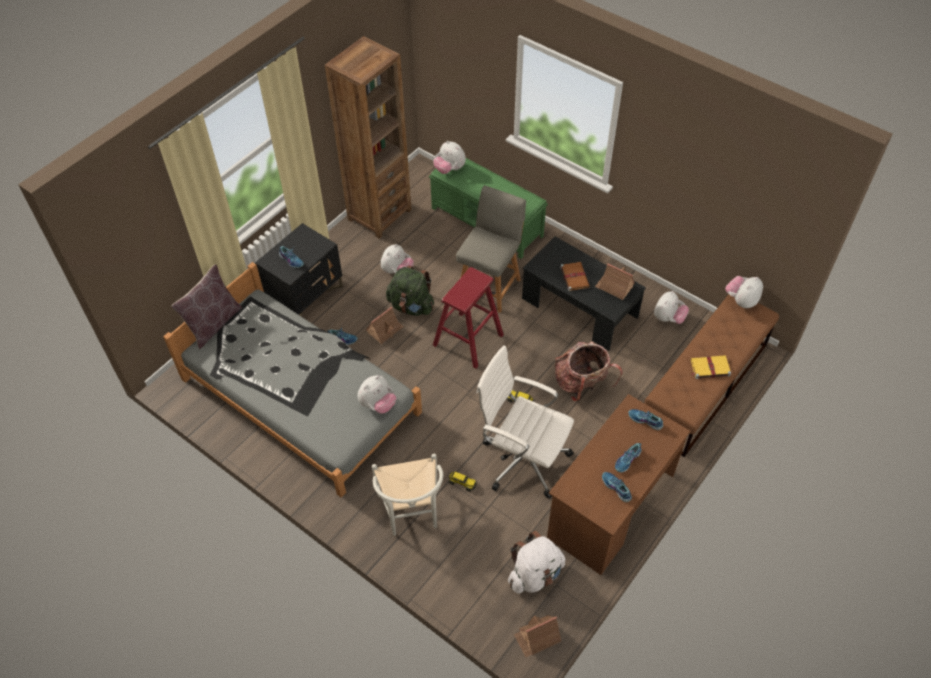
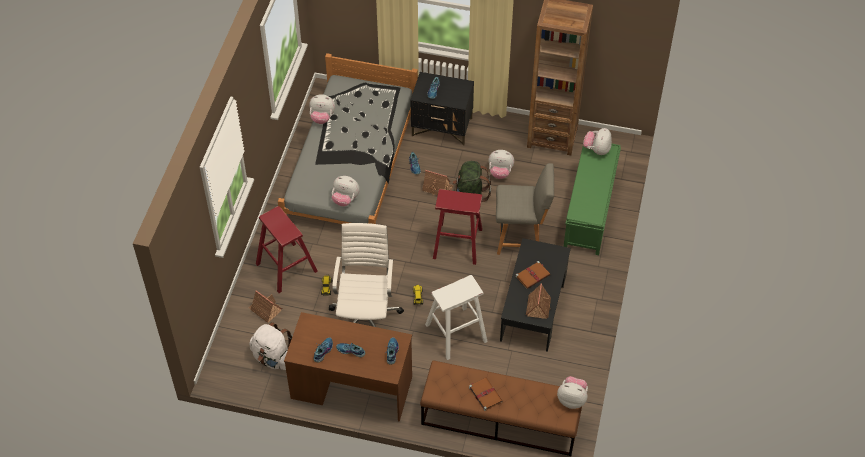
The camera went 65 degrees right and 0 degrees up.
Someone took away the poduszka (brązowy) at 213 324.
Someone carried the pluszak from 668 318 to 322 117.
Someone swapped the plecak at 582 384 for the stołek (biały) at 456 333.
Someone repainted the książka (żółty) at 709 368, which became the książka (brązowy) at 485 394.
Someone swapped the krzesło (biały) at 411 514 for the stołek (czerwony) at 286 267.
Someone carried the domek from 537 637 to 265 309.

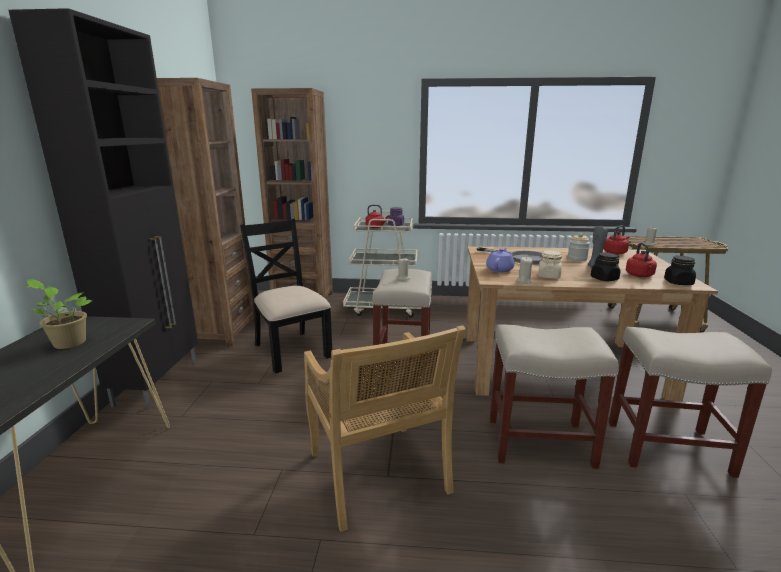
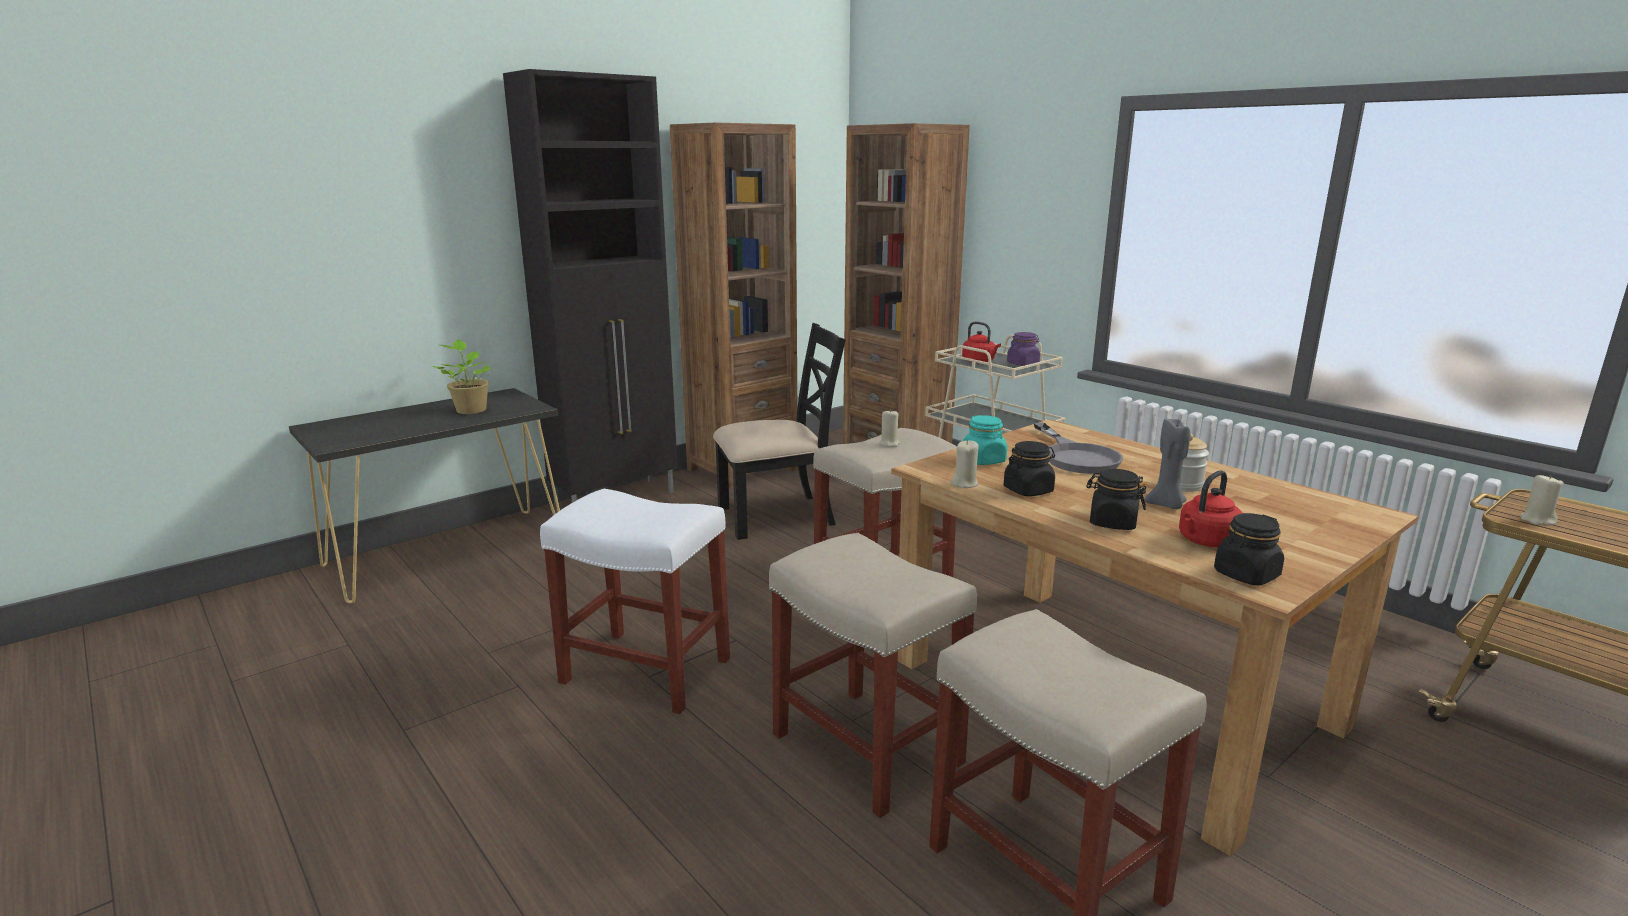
The camera went 45 degrees right and 0 degrees up.
Someone rotated the krzesło (czarny) at 291 350 by 60 degrees clockwise.
Someone took away the czajnik (czerwony) at 615 252.
Someone swapped the imbryk (fioletowy) at 500 269 for the słoik (turkusowy) at 983 460.
Someone repainted the słoik (beżowy) at 548 276, which became the słoik (czarny) at 1028 490.
Someone swapped the krzesło (beżowy) at 379 474 for the stołek (biały) at 643 670.

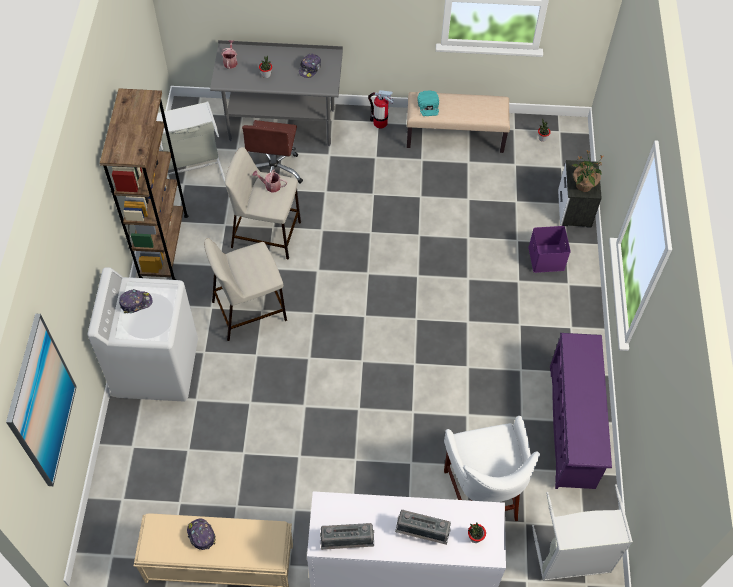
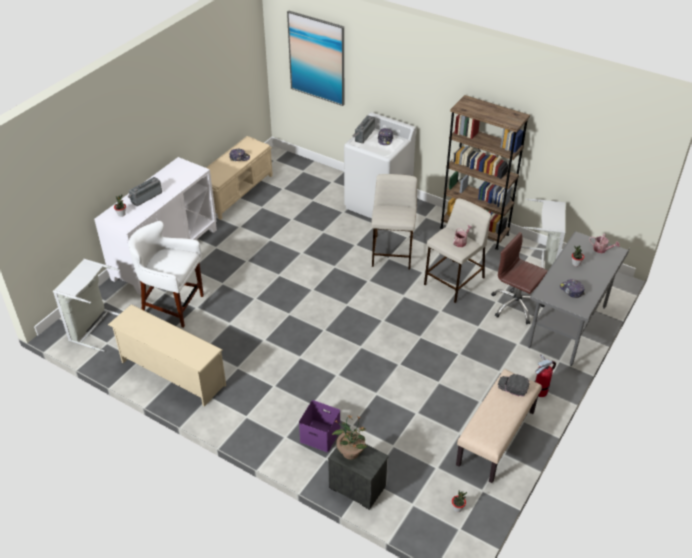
The camera went 120 degrees right and 15 degrees down.
Someone repainted the czapka z daszkiem (turkusowy) at 428 105, which became the czapka z daszkiem (czarny) at 513 386.
Someone repainted the regał na buty (fioletowy) at 573 427, which became the regał na buty (beżowy) at 171 374.
Someone carried the radio from 347 542 to 363 135.

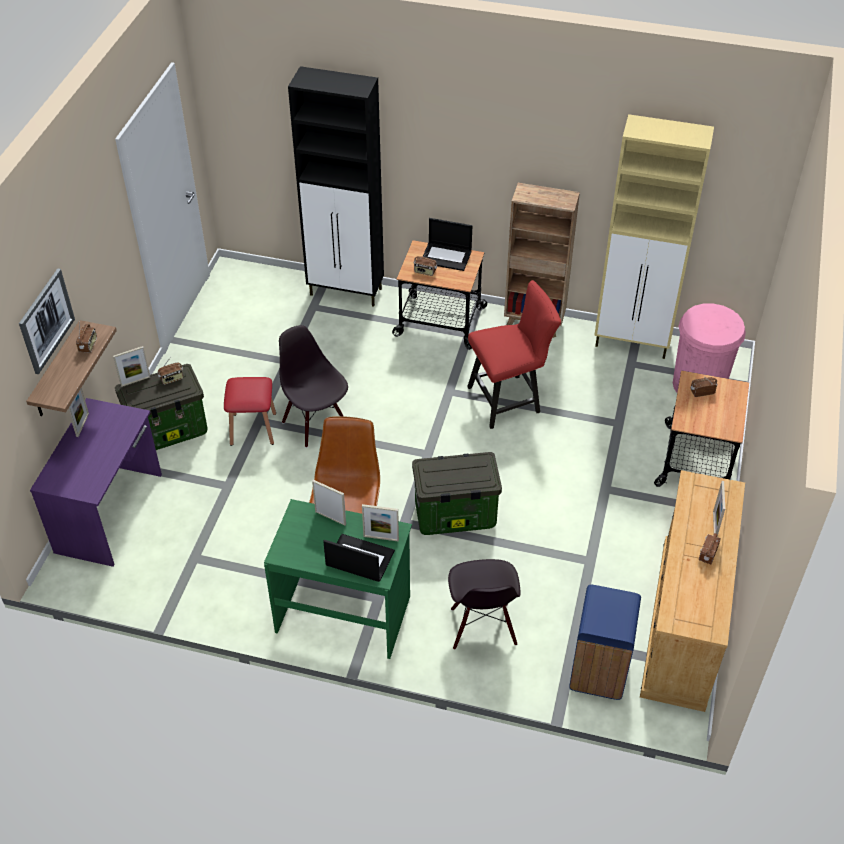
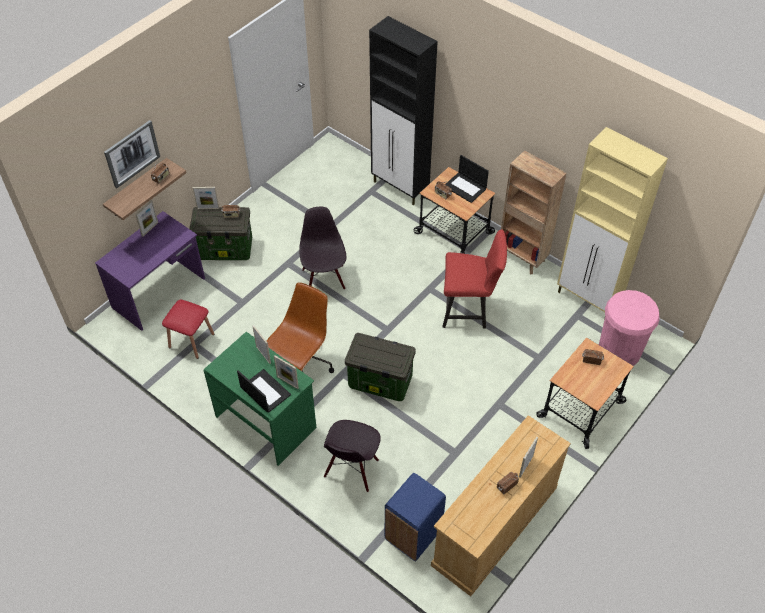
The camera went 25 degrees right and 5 degrees up.
Someone carried the stołek (czerwony) from 253 429 to 191 340.

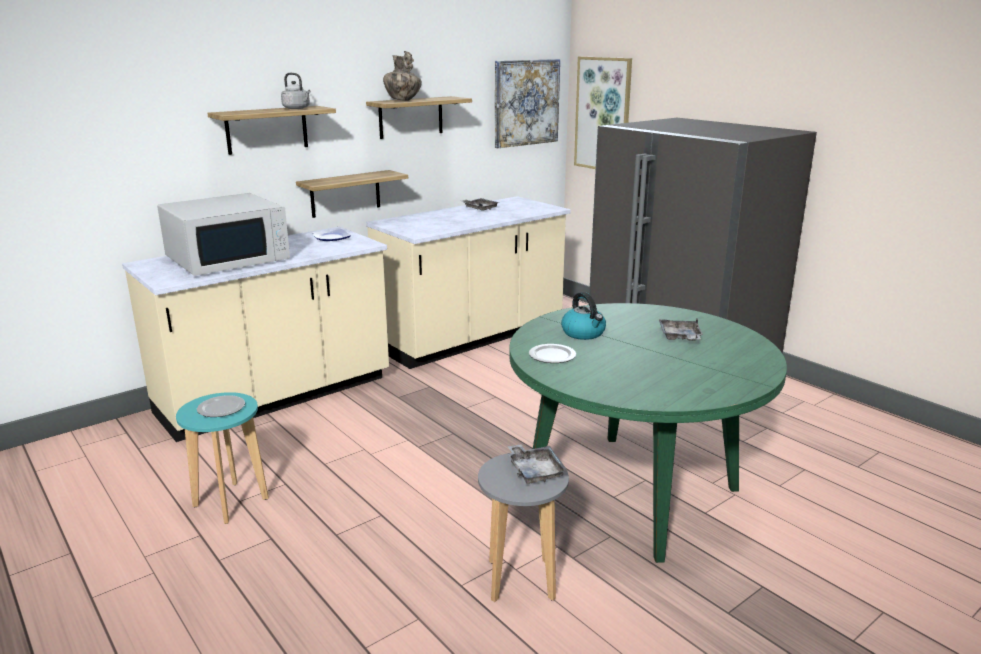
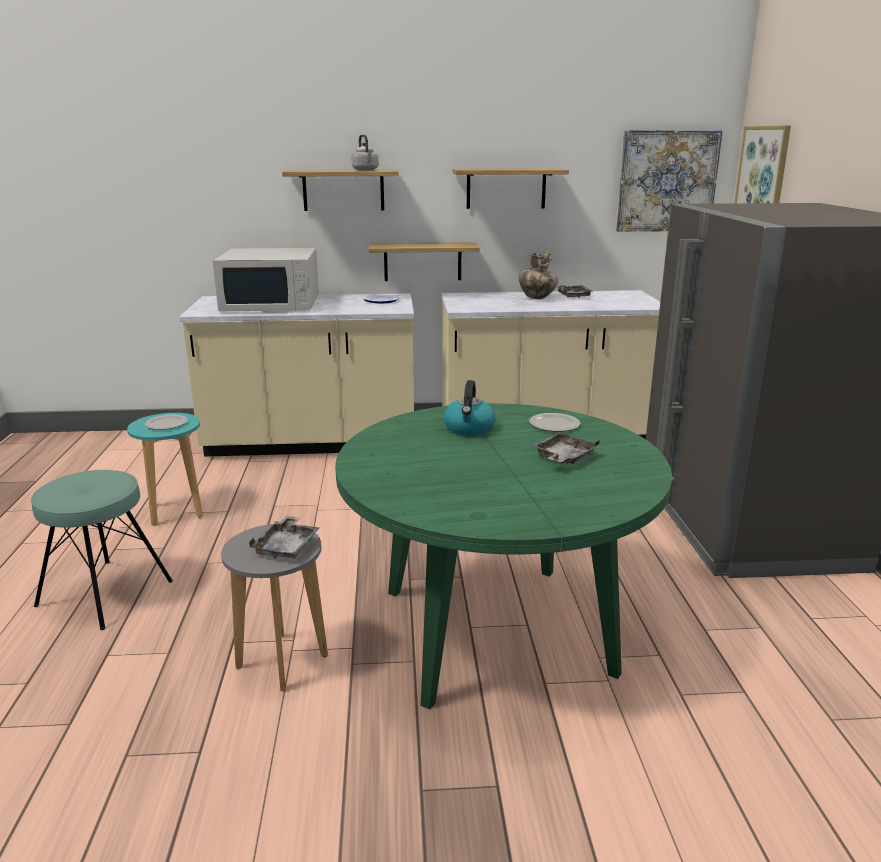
The camera went 35 degrees right and 0 degrees up.
Someone carried the wazon from 402 100 to 536 298.
Someone carried the talerz from 553 356 to 554 425.
Someone put down the stołek (turkusowy) at 105 593.

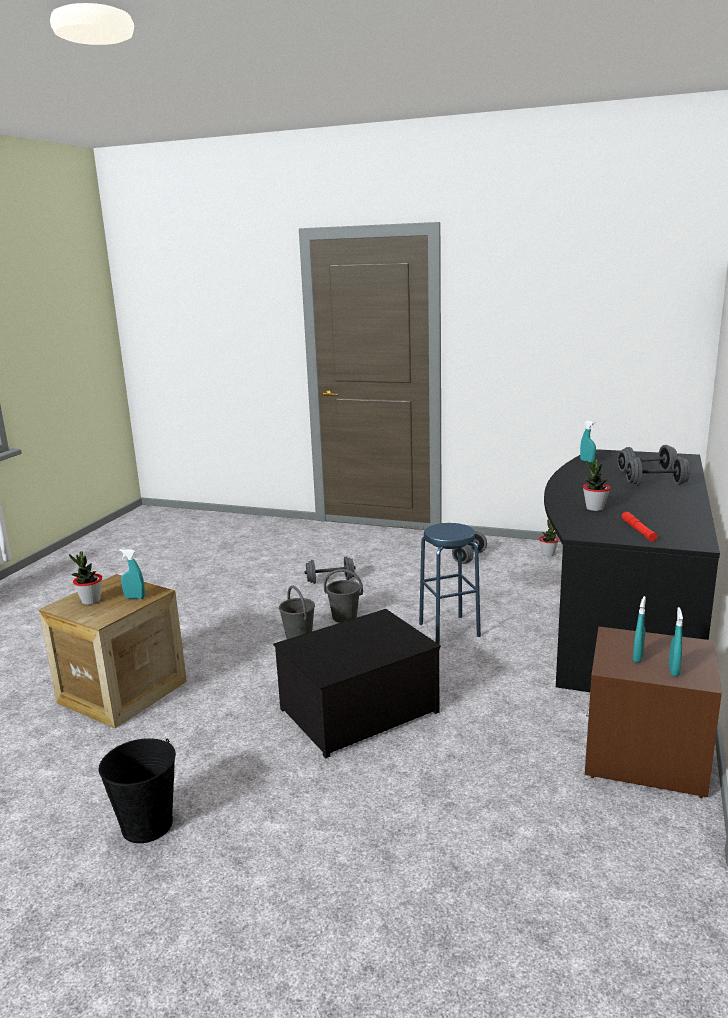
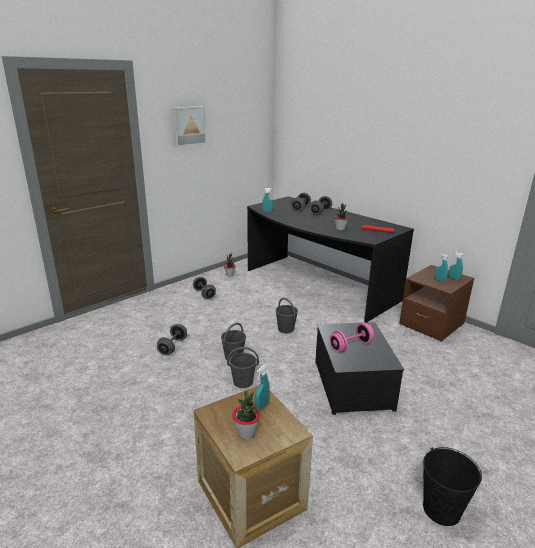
The camera went 65 degrees left and 5 degrees up.
Someone swapped the stołek (niebieski) at 449 630 for the wiadro (szary) at 285 329.
Someone put up the obraz at 188 126.
Someone put down the hantel (różowy) at 351 346.

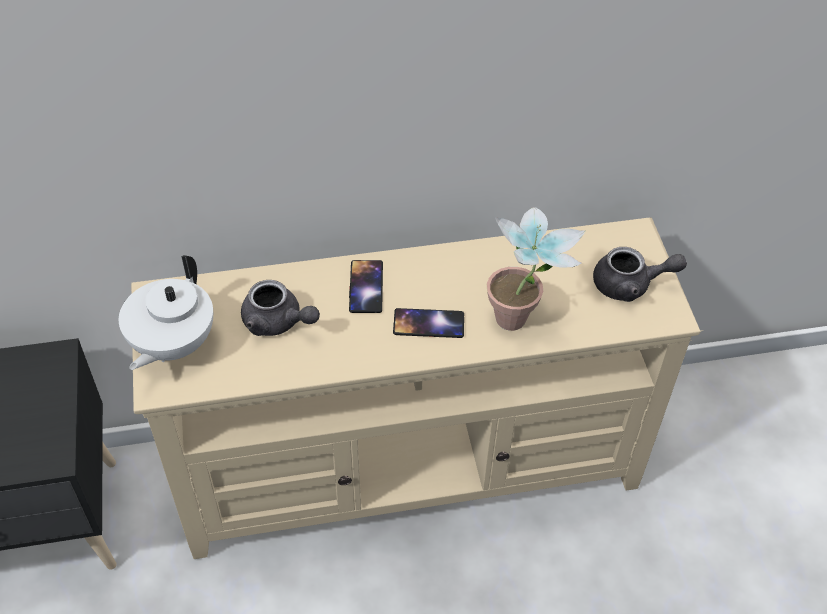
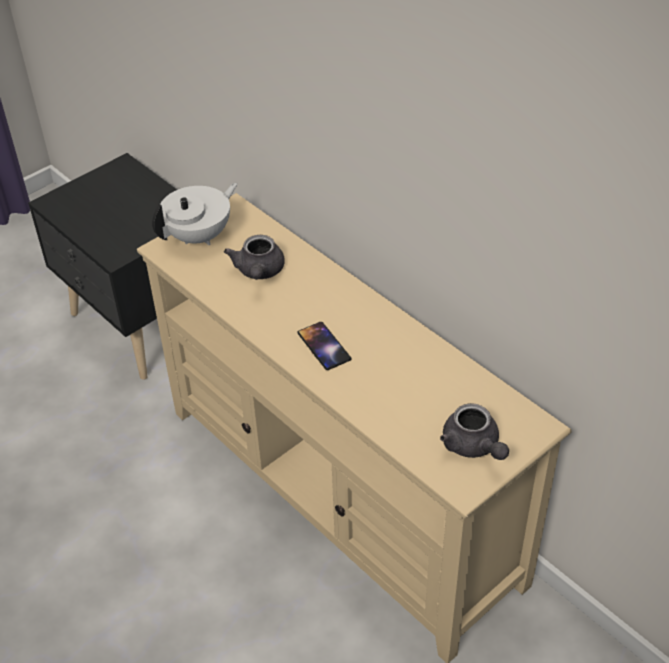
The camera went 60 degrees right and 5 degrees down.
Someone took away the roślina doniczkowa at 522 322.
Someone rotated the imbryk (biały) at 172 344 by 150 degrees clockwise.
Someone took away the telefon at 366 287.

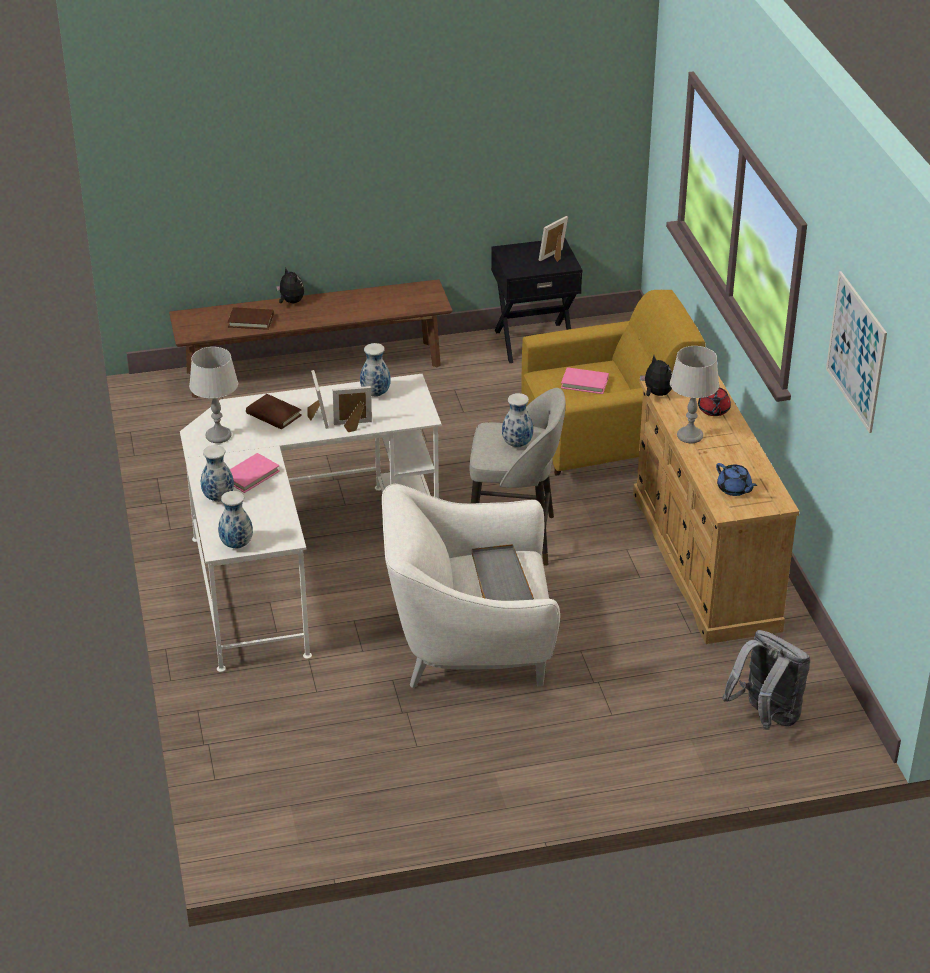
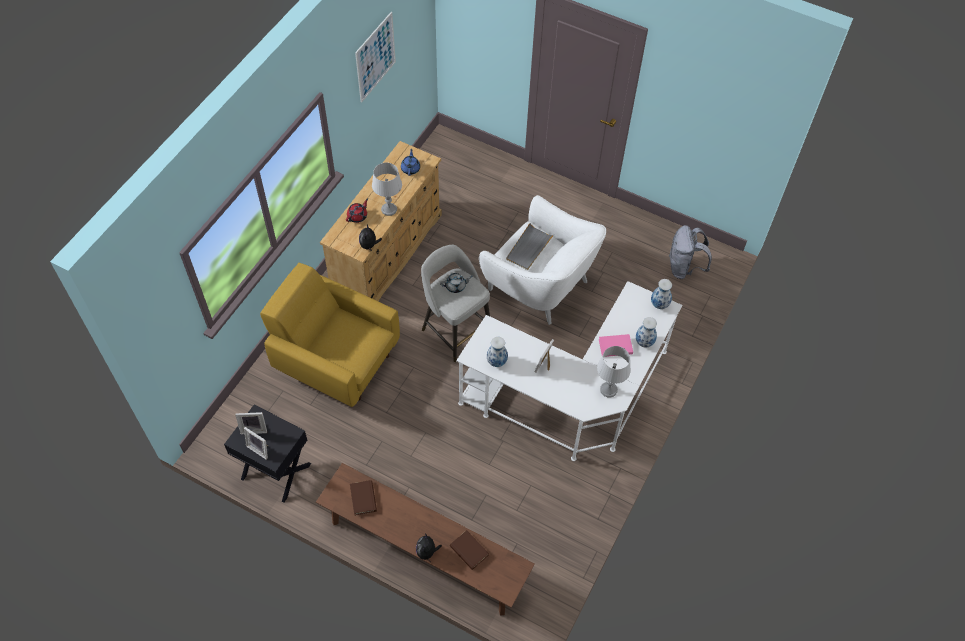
The camera went 140 degrees left and 20 degrees up.
Someone took away the książka (różowy) at 584 383.
Someone carried the ramka na zdjęcie from 353 427 to 260 448.
Someone swapped the wazon at 517 444 for the imbryk (szary) at 456 286.
Someone carried the książka (brązowy) from 273 414 to 363 498.
Someone carried the plecak (szary) from 765 717 to 684 268.

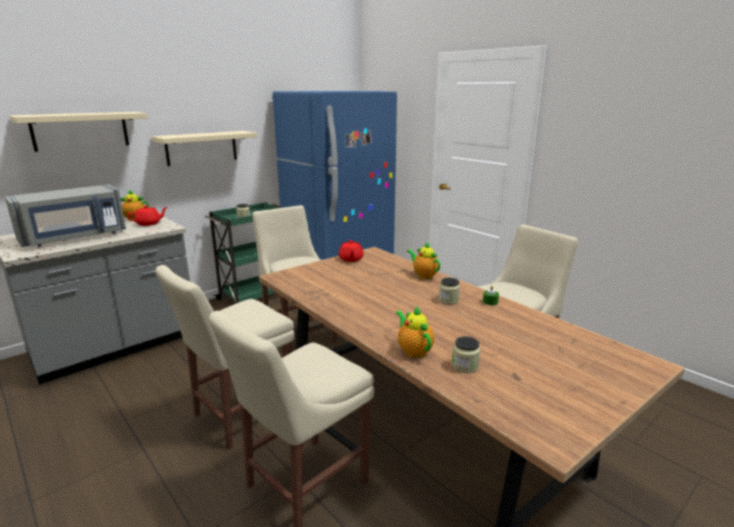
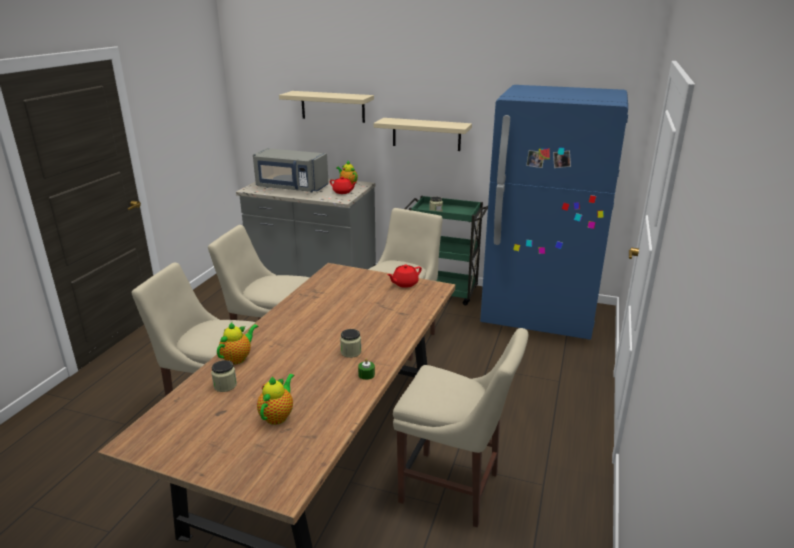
The camera went 60 degrees right and 5 degrees up.
Someone carried the imbryk from 424 275 to 278 416.

